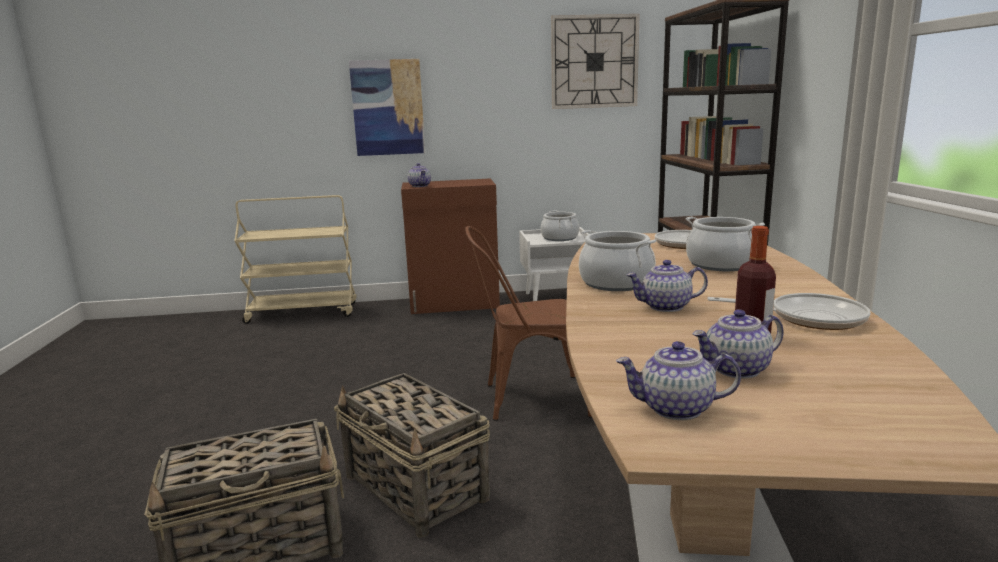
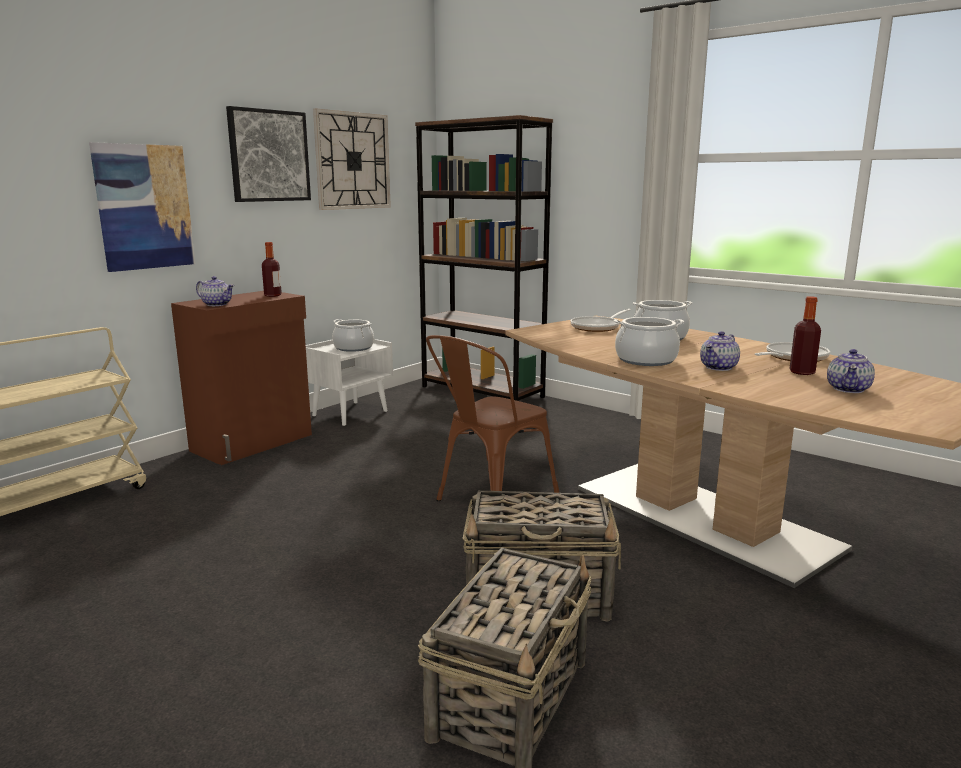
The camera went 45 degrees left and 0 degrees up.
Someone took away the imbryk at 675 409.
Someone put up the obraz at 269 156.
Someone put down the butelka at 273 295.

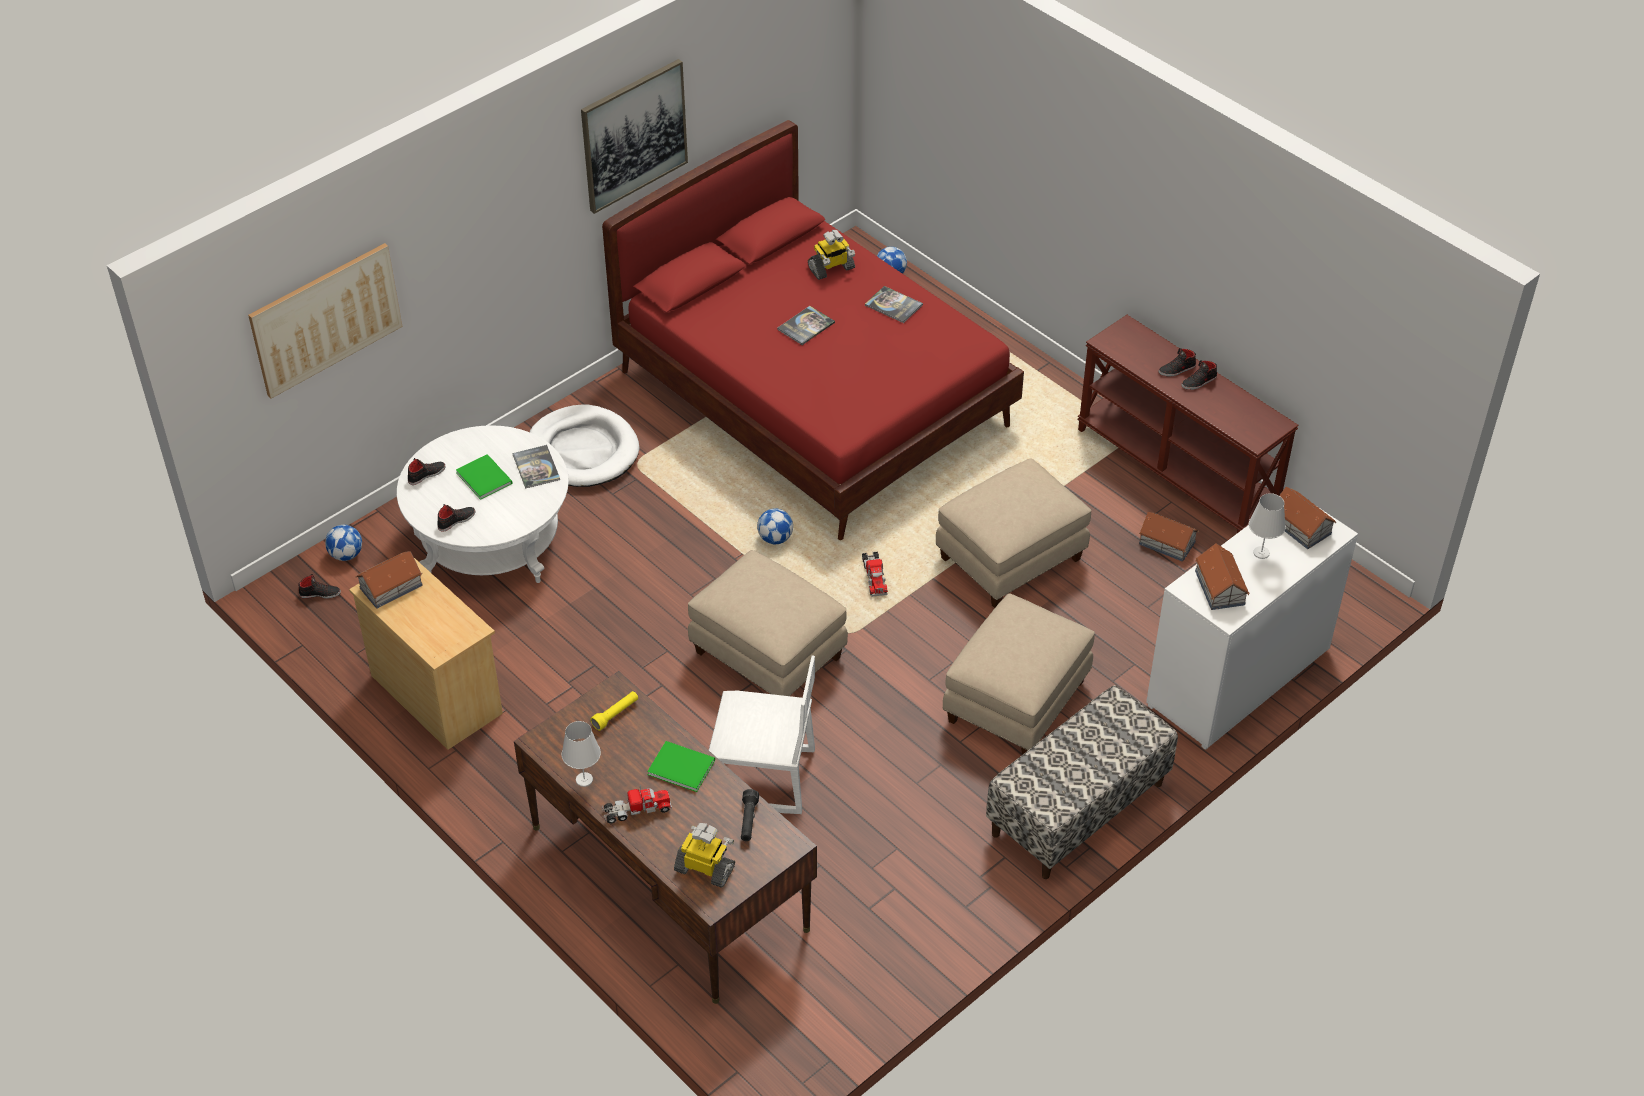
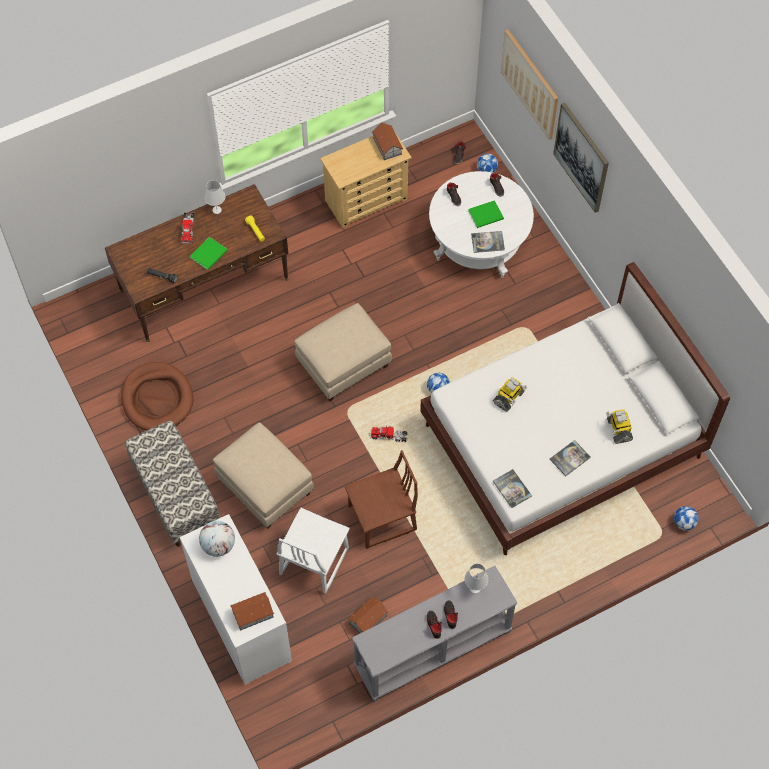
The camera went 105 degrees right and 15 degrees up.
Someone carried the obraz from 634 135 to 581 157.
Someone repainted the łóżko (czerwony) at 814 398, which became the łóżko (biały) at 562 442.
Someone carried the książka from 806 326 to 512 489.
Someone repainted the stolik konsolowy (brązowy) at 1177 471, which became the stolik konsolowy (szary) at 432 650.
Someone took away the legowisko (biały) at 583 450.
Someone swapped the pufa (beżowy) at 1010 558 for the krzesło (brązowy) at 382 518.
Someone carried the lampa stołowa (biały) from 1261 552 to 475 588.
Someone swapped the domek at 1220 587 for the globus at 218 545.
Someone carried the krzesło (biały) from 764 778 to 313 560.
Someone carried the robot zabawkowy from 705 868 to 509 398.
Someone put down the legowisko (brązowy) at 157 399.

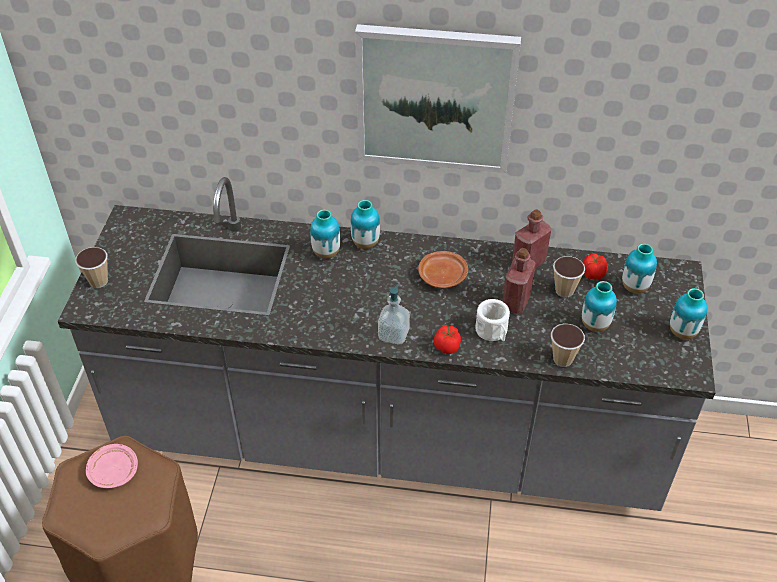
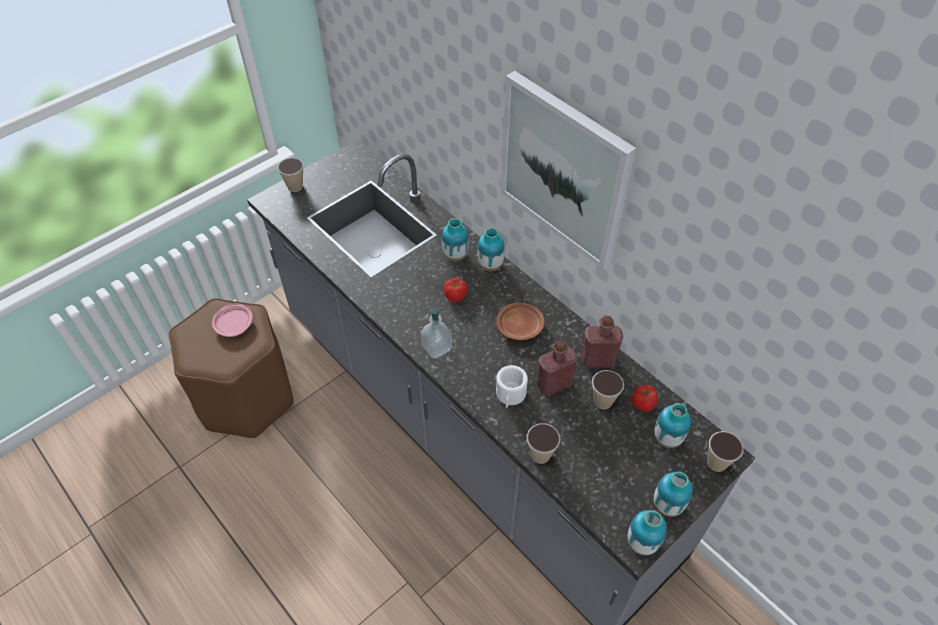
The camera went 40 degrees right and 5 degrees up.
Someone carried the wazon from 595 325 to 641 543.
Someone carried the pomidor from 447 346 to 456 295.
Someone put down the filiżanka at 716 463.

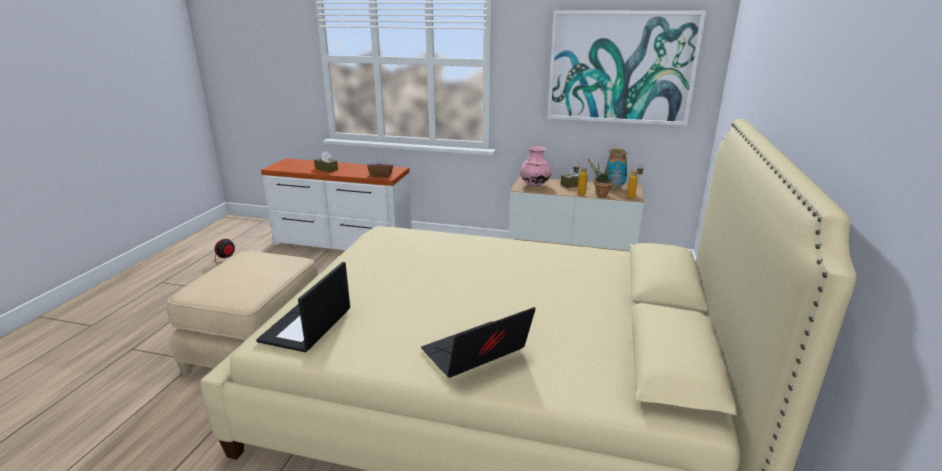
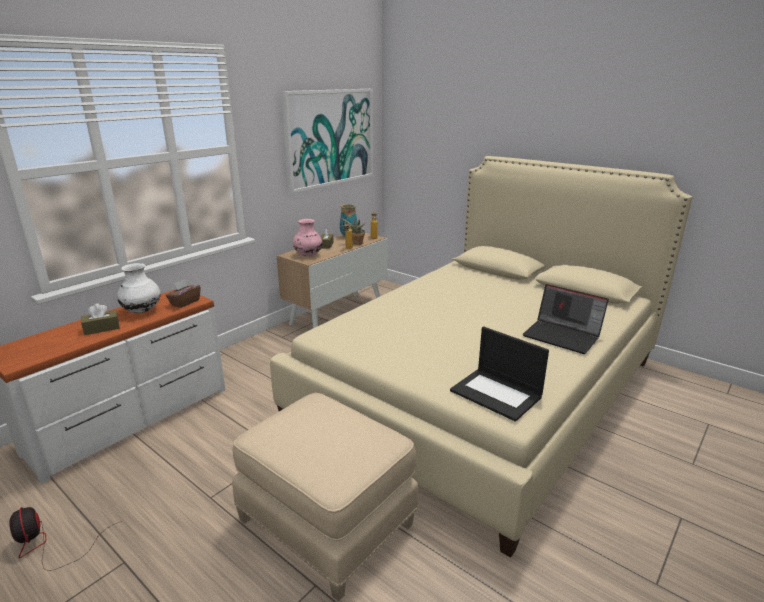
The camera went 65 degrees left and 0 degrees up.
Someone rotated the laptop at 475 354 by 45 degrees counterclockwise.
Someone put down the wazon (biały) at 142 311.

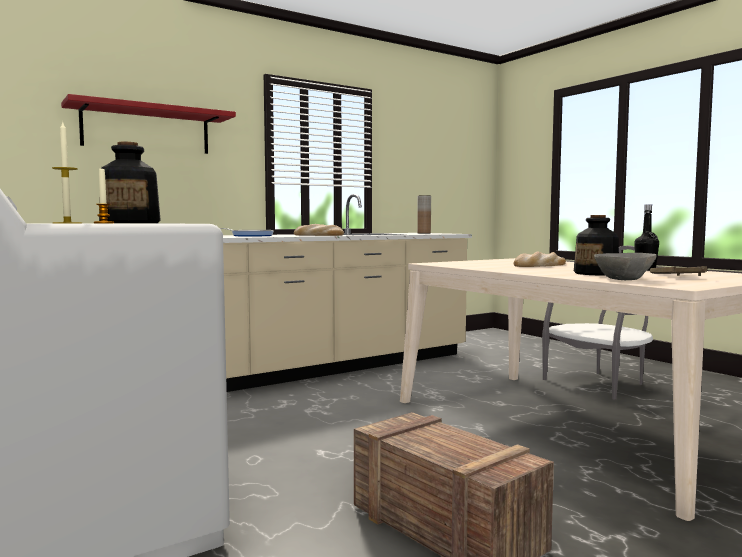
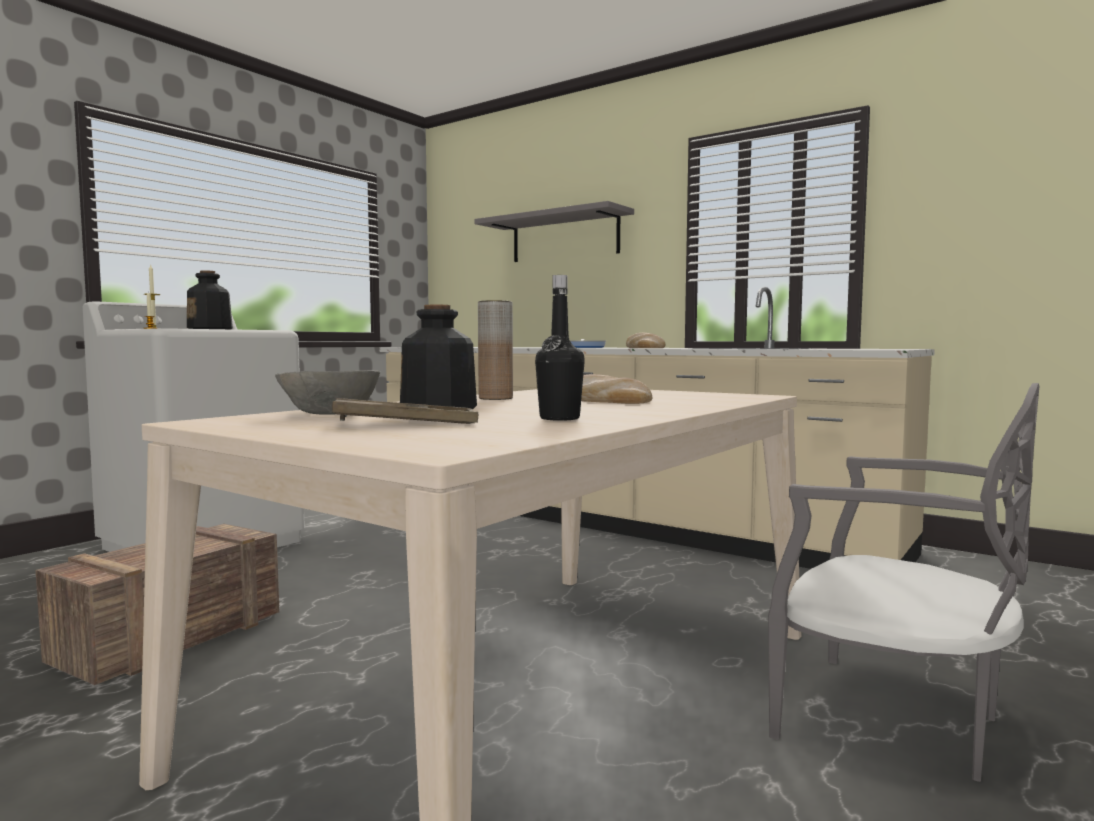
The camera went 70 degrees right and 0 degrees up.
Someone repainted the półka (czerwony) at 146 130, which became the półka (szary) at 564 237.
Someone carried the wazon (brązowy) from 424 233 to 495 398.

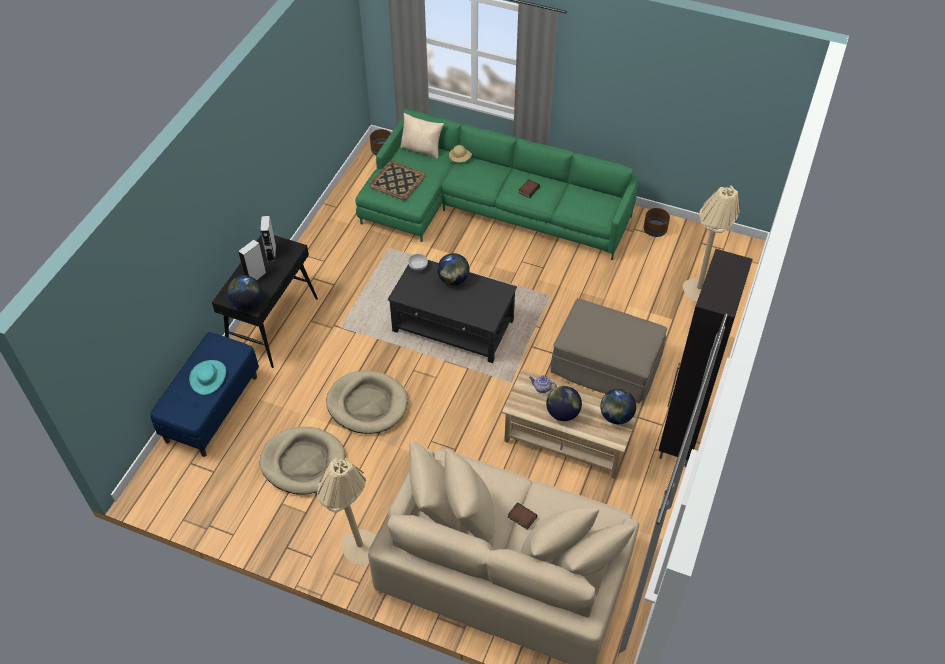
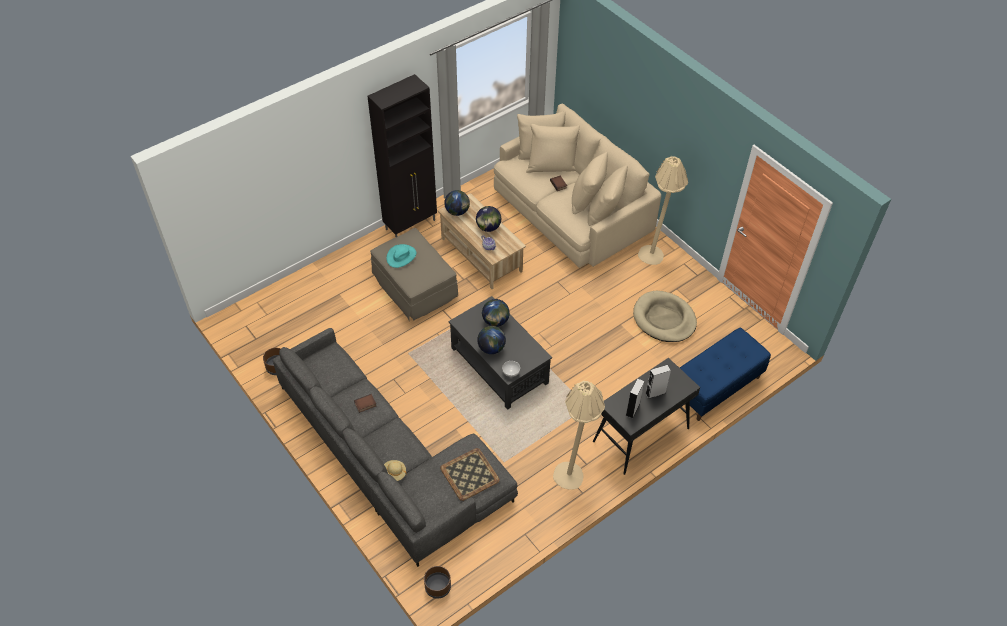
The camera went 150 degrees left and 0 degrees up.
Someone repainted the kanapa (zielony) at 487 208, which became the kanapa (szary) at 390 459.
Someone took away the poduszka (beżowy) at 422 149.
Someone carried the lampa stojąca (beżowy) from 697 296 to 574 471.
Someone carried the globus from 247 303 to 495 321.
Someone carried the kapelusz (turkusowy) from 208 377 to 401 256.
Someone took away the legowisko (beżowy) at 367 404.

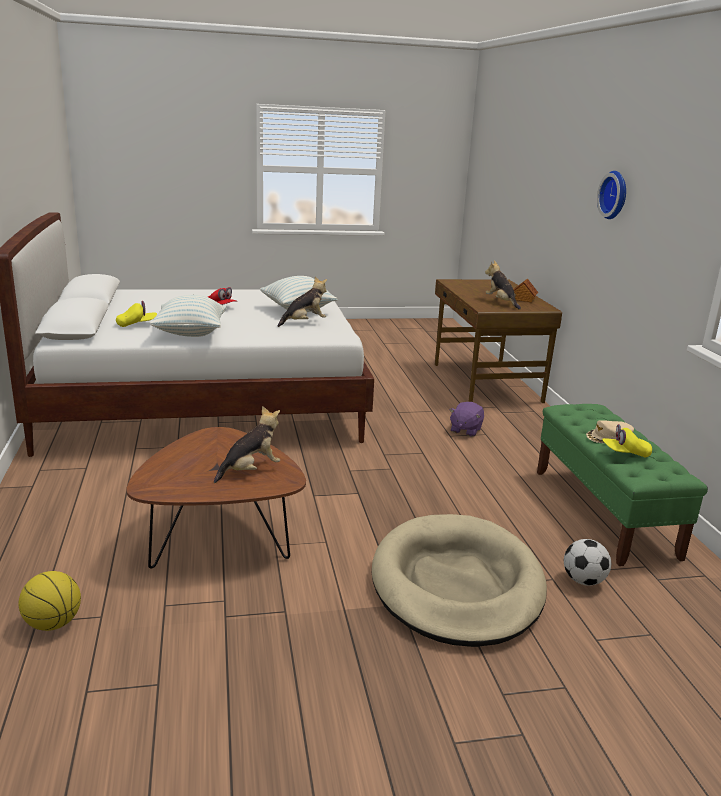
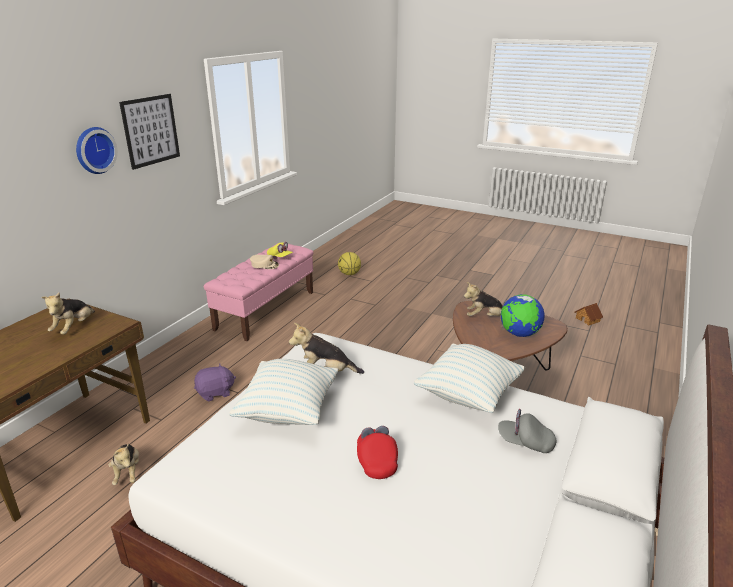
The camera went 140 degrees left and 5 degrees up.
Someone carried the domek from 522 299 to 588 319.
Someone repainted the czapka z daszkiem (żółty) at 137 324, which became the czapka z daszkiem (szary) at 525 442.
Someone repainted the ławka (zielony) at 603 512, which became the ławka (różowy) at 266 310.
Someone took away the legowisko (beżowy) at 457 585.
Someone took away the piłka futbolowa at 583 581.
Someone carried the piłka do koszykówki from 53 623 to 349 274.
Someone put up the obraz at 151 130.
Someone put down the globus at 519 334.
Someone put down the pluszak at 128 473.

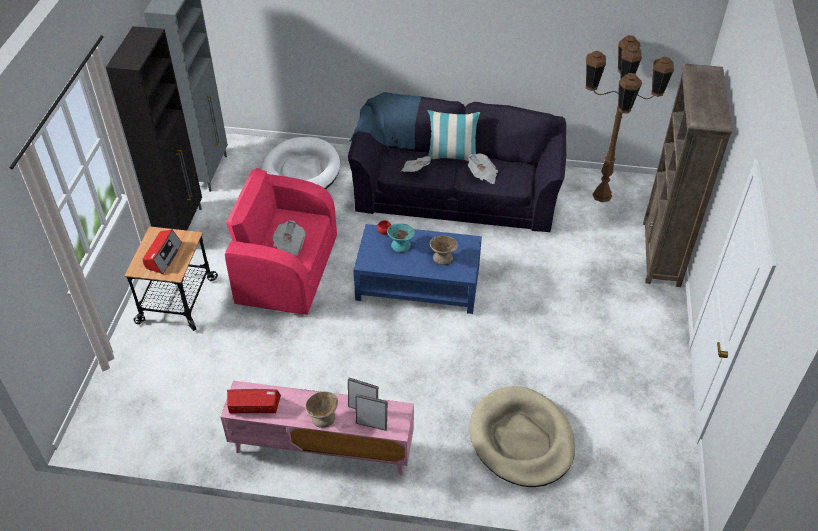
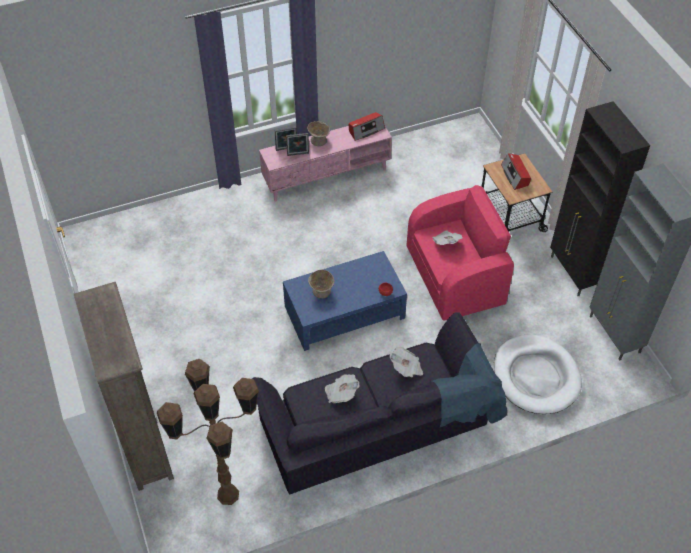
The camera went 150 degrees right and 5 degrees up.
Someone took away the poduszka at 452 156.
Someone took away the miska (turkusowy) at 400 245.
Someone took away the legowisko (beżowy) at 521 439.

